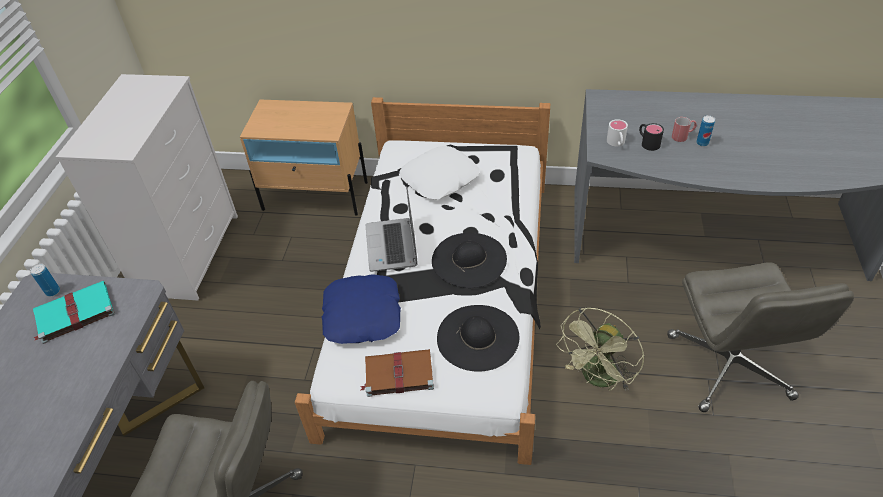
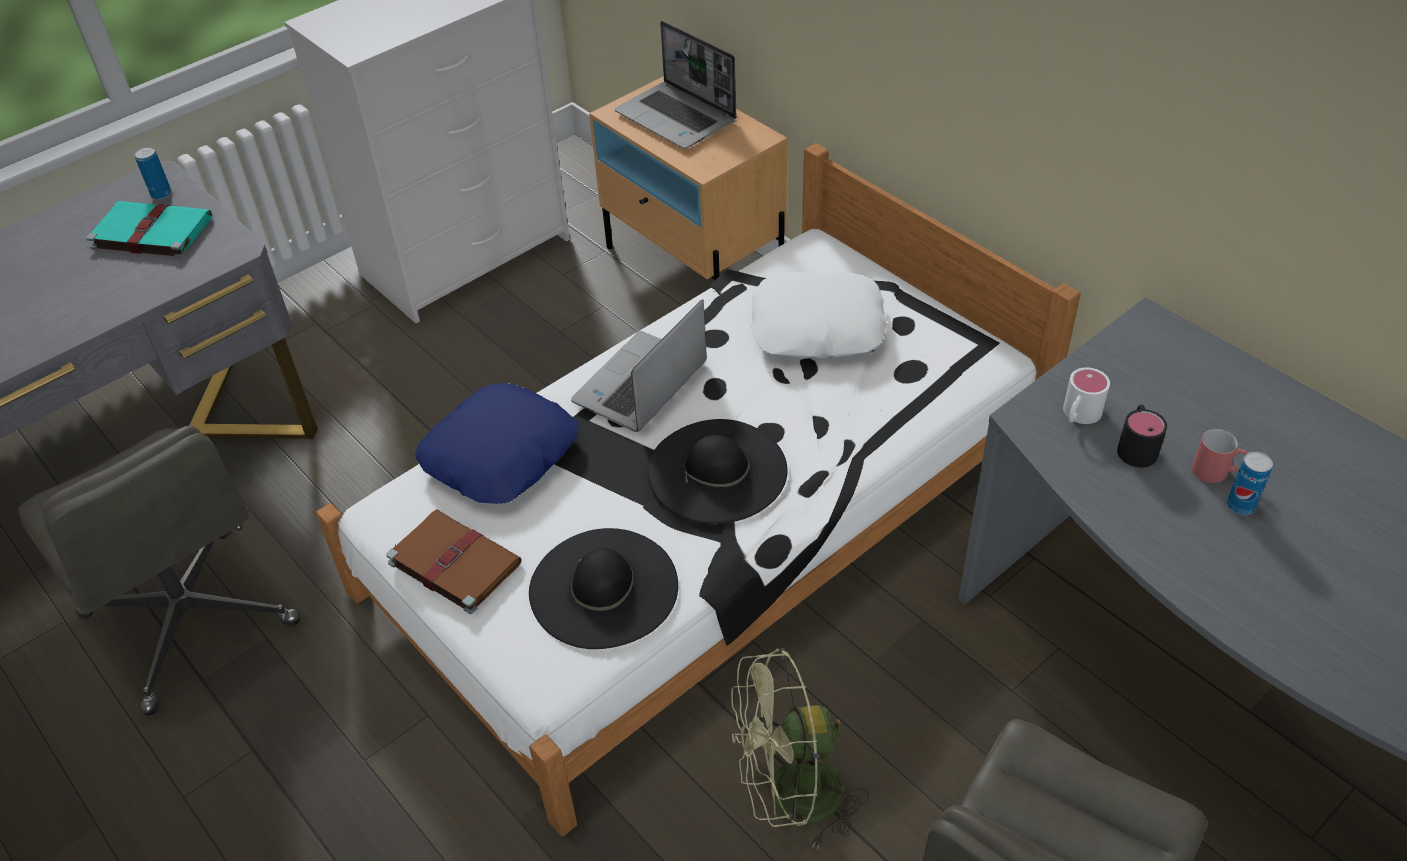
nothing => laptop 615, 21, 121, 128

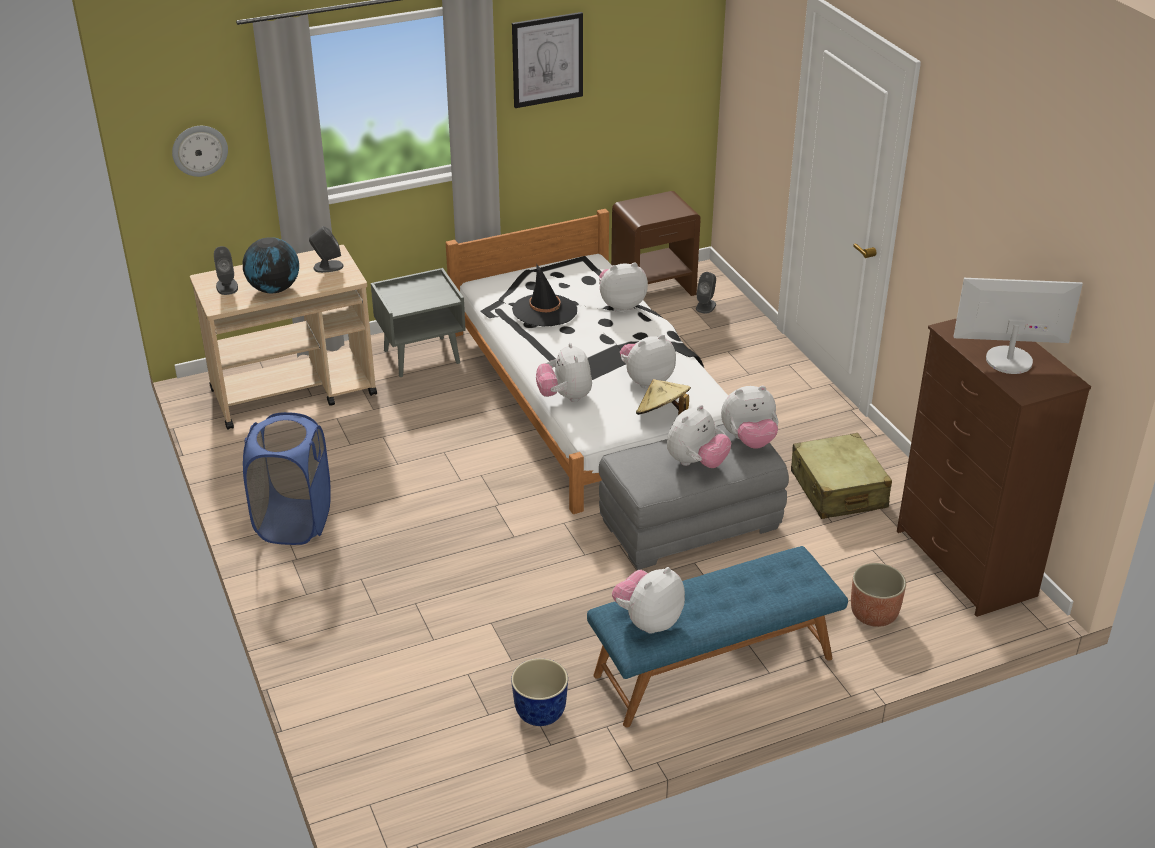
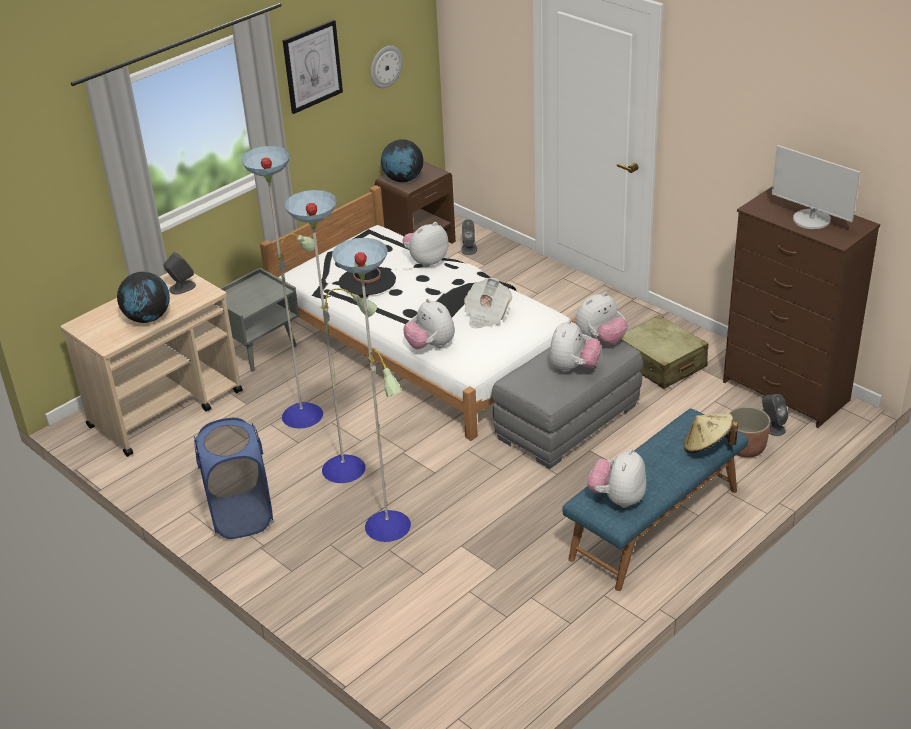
planter 511, 658, 57, 68 => nothing
nothing => floor lamp 241, 146, 170, 396
nothing => globe 381, 139, 42, 43
wall clock 172, 126, 56, 51 => wall clock 371, 46, 32, 42, shifted
grey speaker 214, 246, 24, 49 => grey speaker 762, 394, 26, 42, shifted
beige hat 636, 379, 55, 36 => beige hat 684, 413, 54, 40, shifted
plush toy 620, 335, 56, 53 => newspaper 464, 278, 48, 50
monitor 953, 278, 130, 96 => monitor 772, 145, 88, 84, 120 degrees counterclockwise

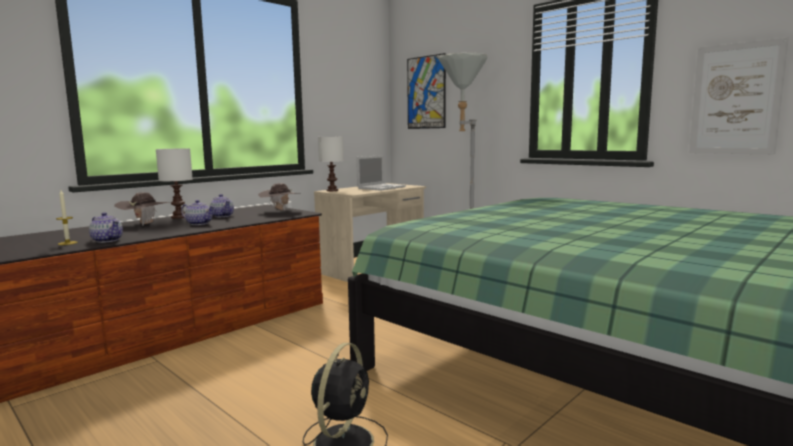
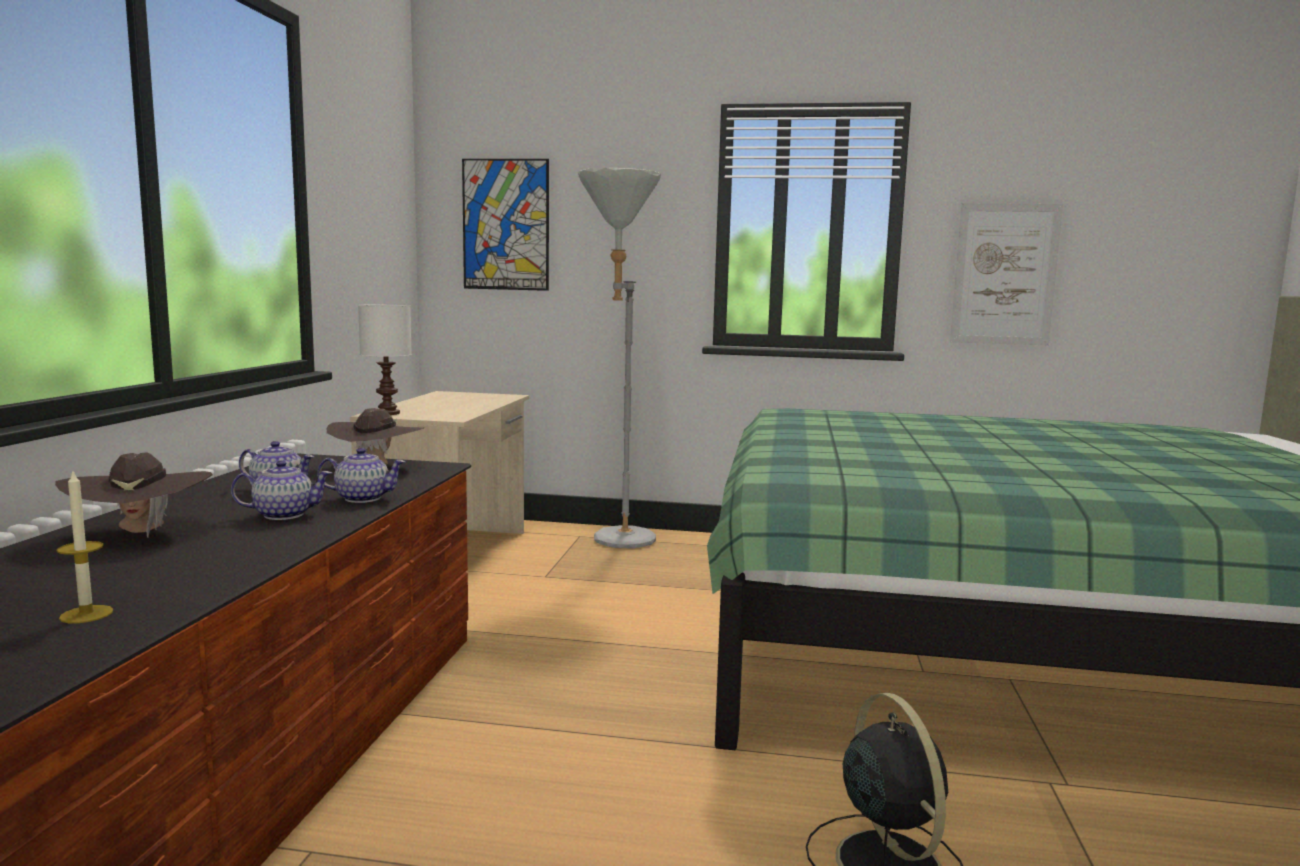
white table lamp 156, 148, 37, 71 => nothing
laptop 356, 155, 50, 36 => nothing
teapot 89, 212, 34, 31 => teapot 317, 448, 89, 55, shifted

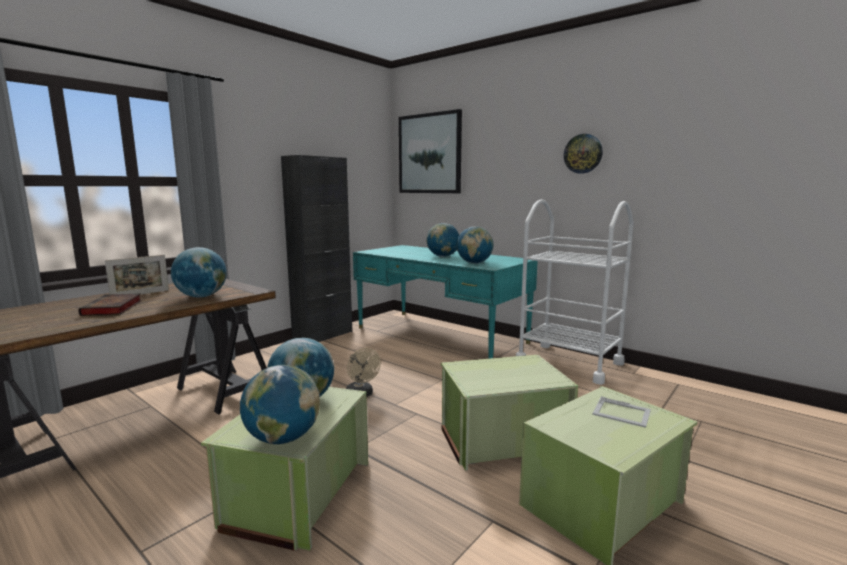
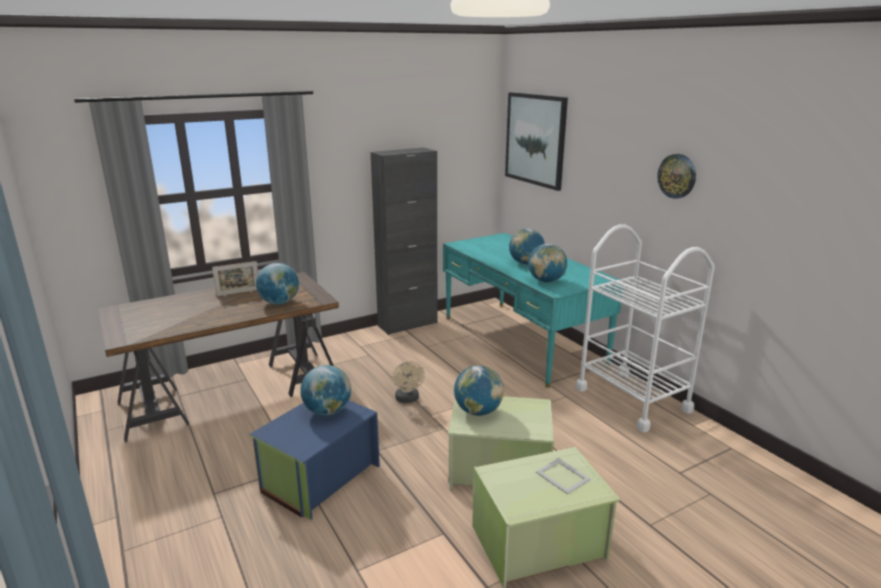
book 78, 294, 64, 22 => nothing
globe 240, 365, 80, 79 => globe 454, 365, 50, 51, shifted
green storage box 201, 387, 167, 164 => blue storage box 249, 400, 131, 120

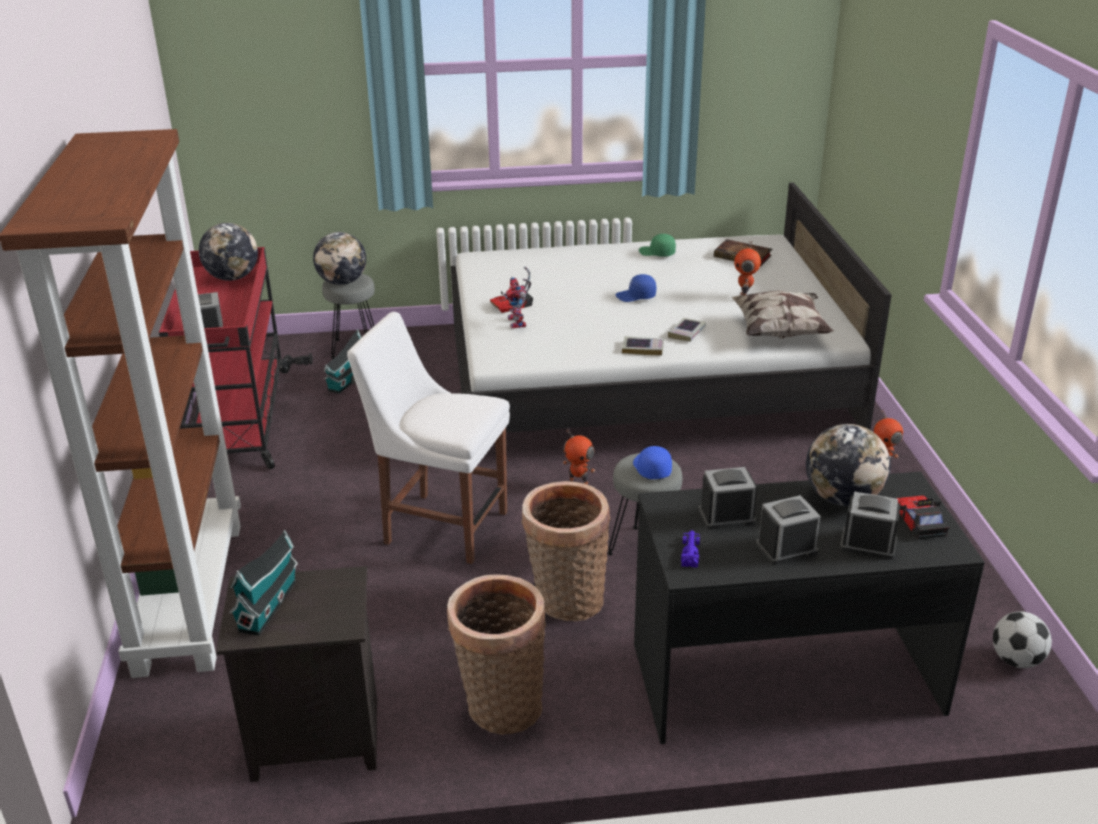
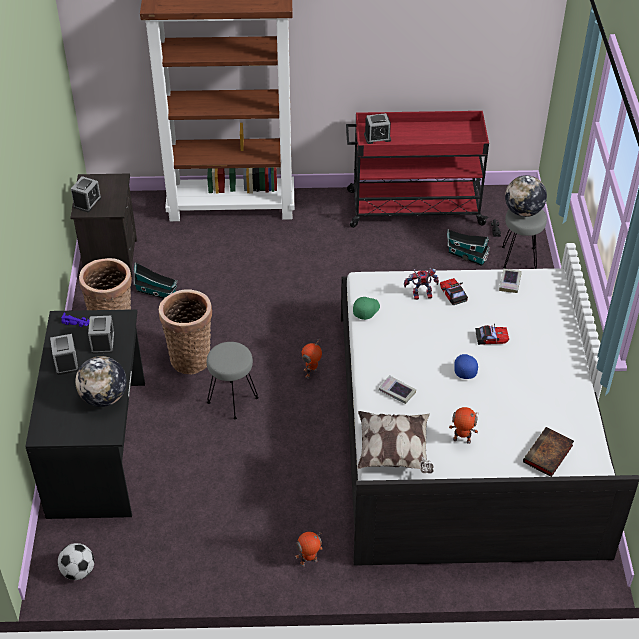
globe 199, 223, 59, 58 => nothing
white chair 347, 312, 163, 252 => nothing
blue cap 633, 446, 39, 33 => nothing
toy house 229, 530, 69, 106 => toy house 133, 262, 45, 37, shifted
book 622, 336, 42, 20 => book 499, 269, 23, 24, shifted
green cap 639, 234, 37, 23 => green cap 353, 297, 27, 23, shifted
alarm clock 840, 491, 60, 69 => alarm clock 71, 176, 30, 36, shifted
toy car 896, 495, 53, 44 => toy car 475, 324, 34, 21, shifted

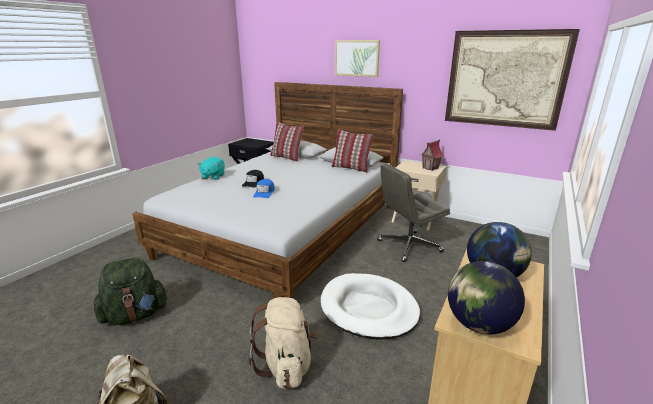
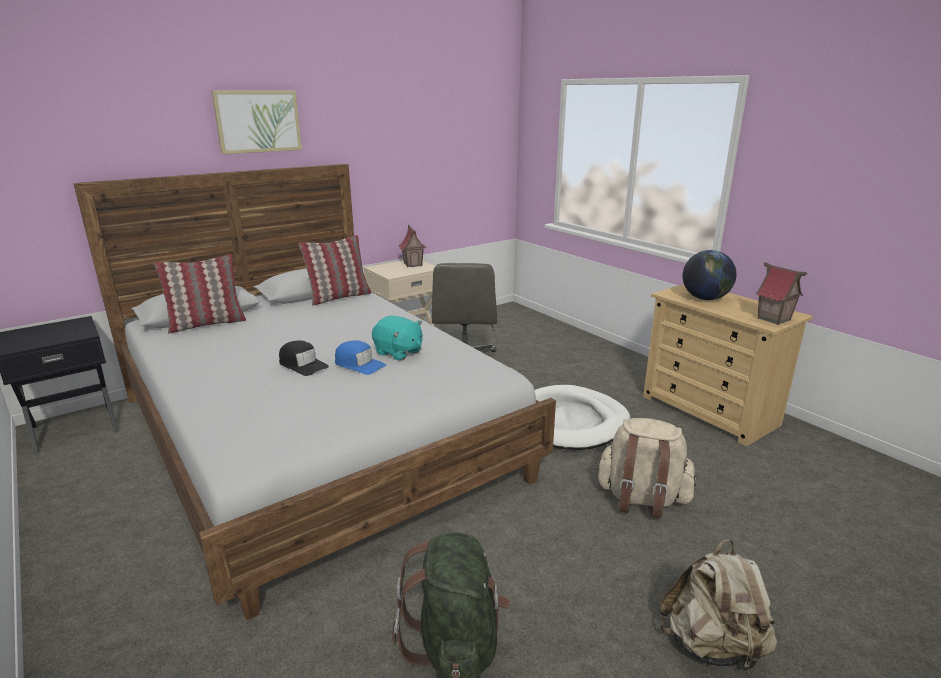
picture 445, 29, 135, 102 => nothing
turquoise plush toy 197, 157, 28, 23 => turquoise plush toy 372, 316, 51, 45, shifted
globe 448, 261, 77, 73 => toy house 756, 262, 51, 63

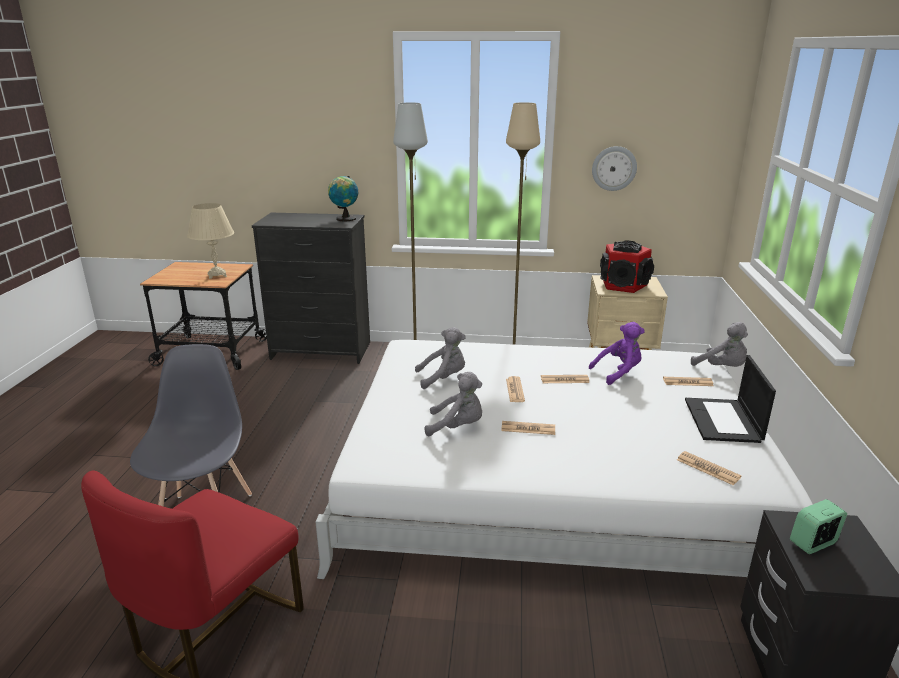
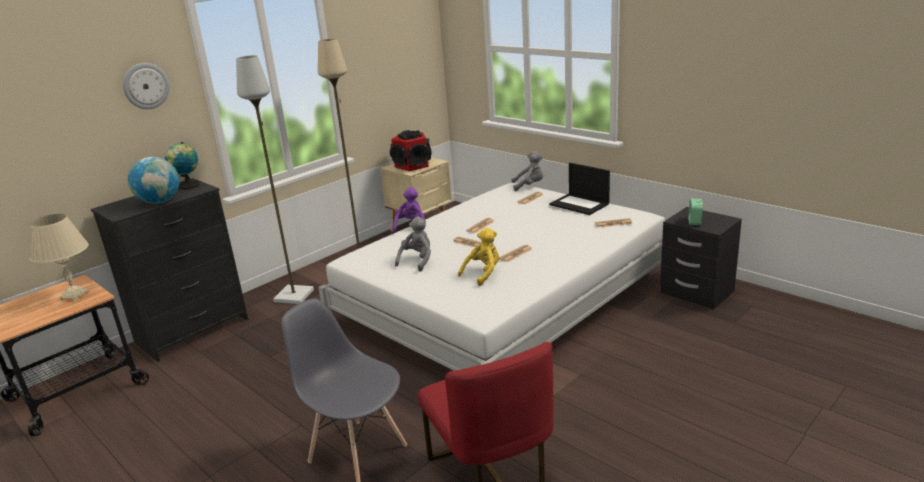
nothing => globe 128, 157, 51, 47
purple plush toy 589, 322, 56, 63 => purple plush toy 392, 187, 33, 46, shifted
wall clock 592, 146, 45, 45 => wall clock 123, 63, 47, 46, shifted
grey plush toy 425, 372, 57, 64 => yellow plush toy 458, 228, 41, 58

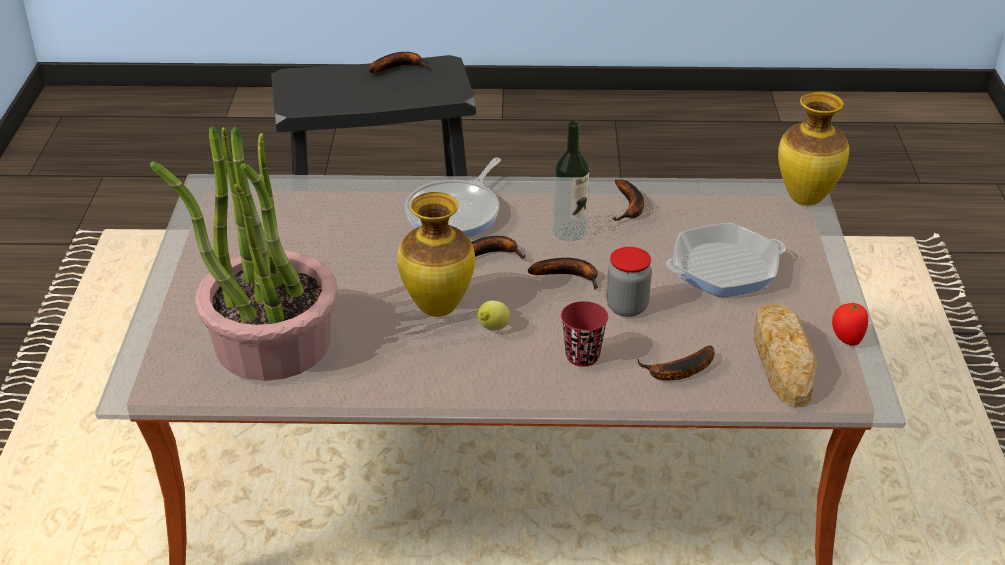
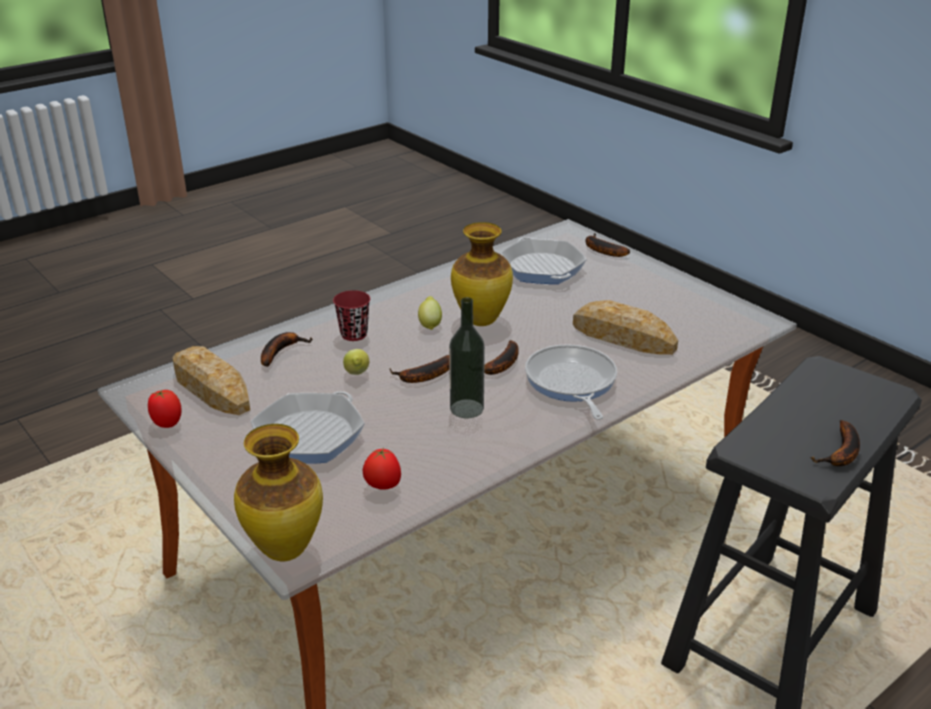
nothing => tomato 363, 448, 38, 42
nothing => bread 573, 300, 105, 55
banana 612, 179, 32, 42 => banana 586, 233, 44, 24, shifted
potted plant 150, 126, 188, 255 => frying pan 500, 237, 87, 47
jar 607, 247, 45, 70 => lemon 343, 349, 26, 26

